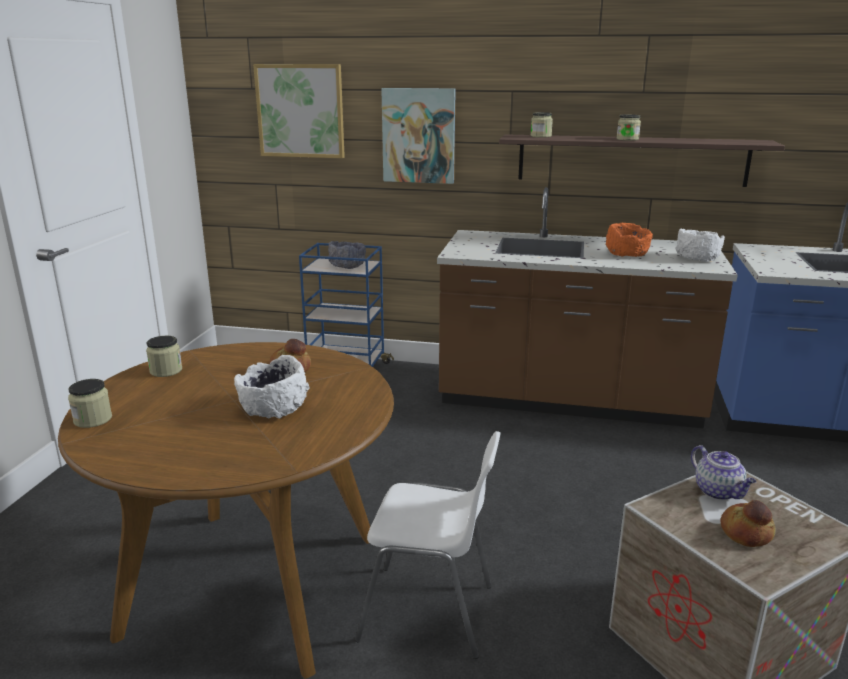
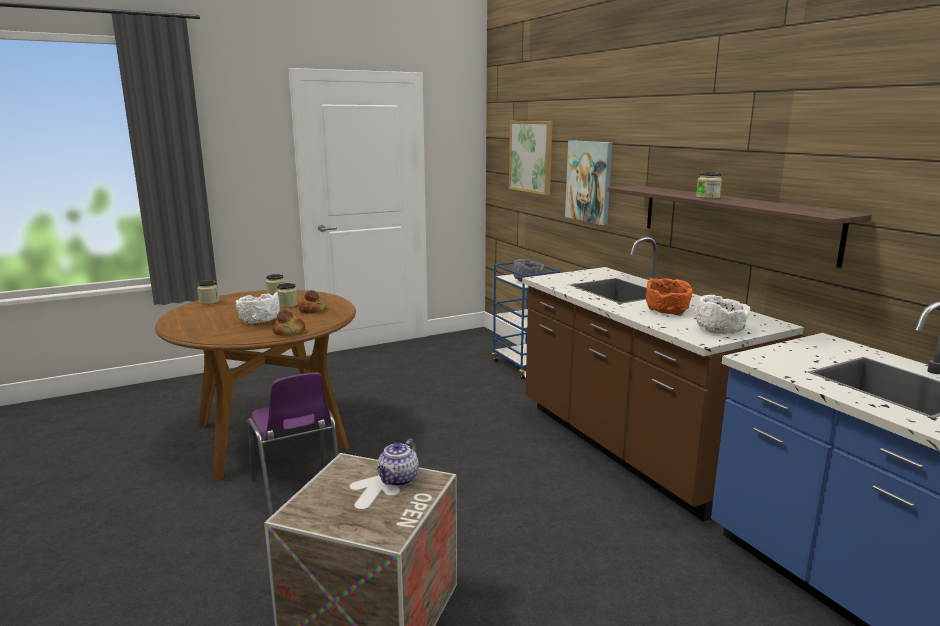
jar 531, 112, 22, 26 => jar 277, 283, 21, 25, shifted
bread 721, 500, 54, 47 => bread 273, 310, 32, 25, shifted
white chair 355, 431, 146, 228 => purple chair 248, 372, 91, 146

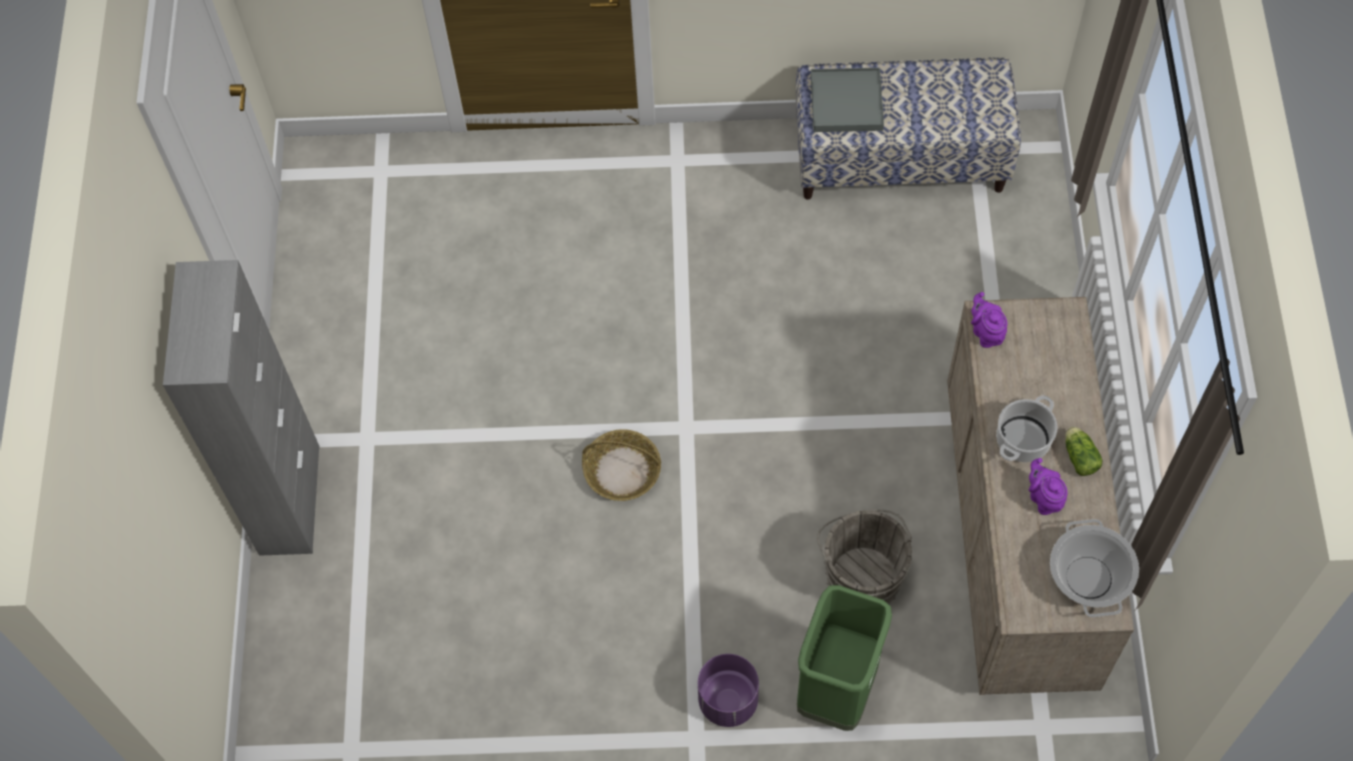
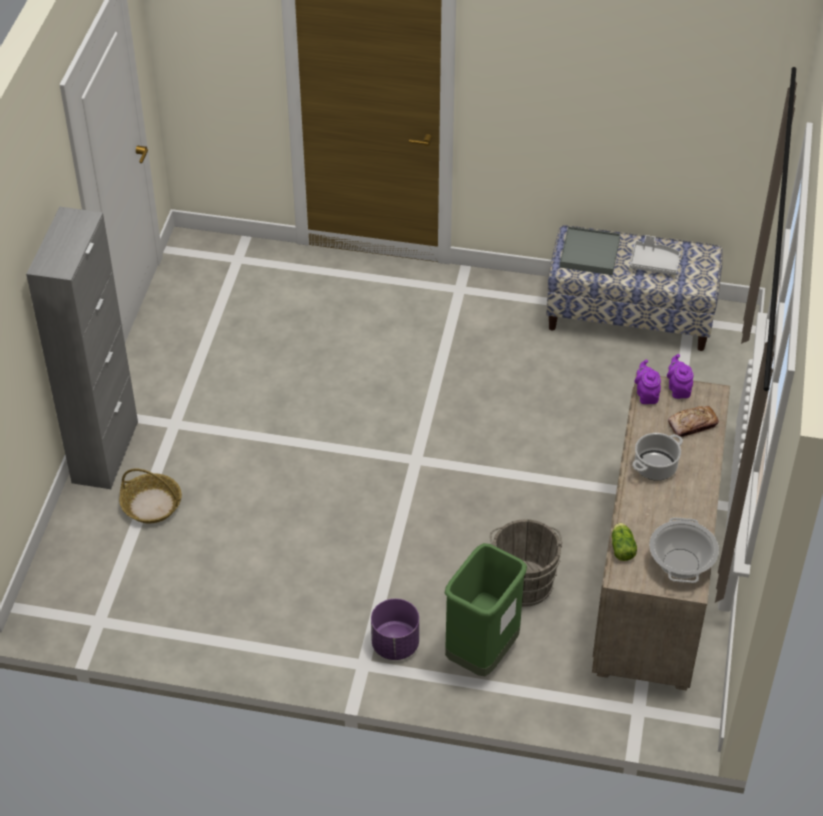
nothing => grey tray 630, 235, 50, 40
nothing => bread 668, 406, 51, 31
basket 582, 429, 79, 72 => basket 119, 469, 63, 54, shifted
purple teapot 1029, 458, 39, 57 => purple teapot 667, 354, 26, 45, shifted
lettuce 1065, 426, 38, 50 => lettuce 612, 523, 25, 38, shifted

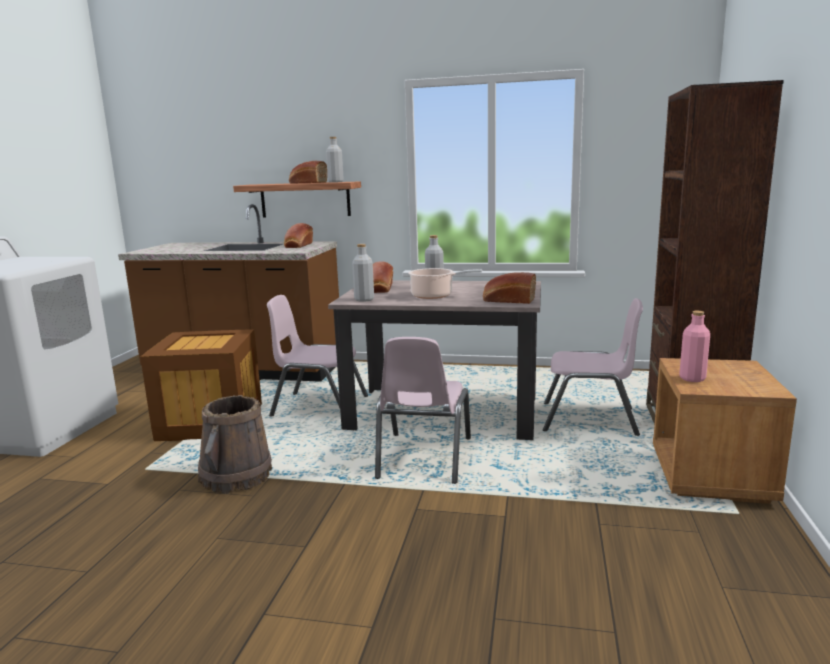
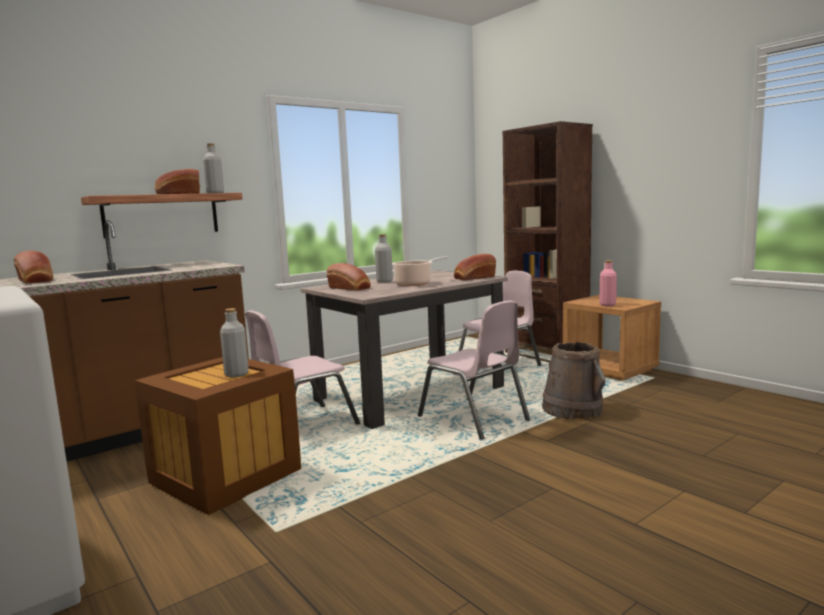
brown bucket 198, 395, 74, 99 => brown bucket 542, 342, 63, 77, shifted
bread 284, 223, 29, 25 => bread 14, 251, 39, 33, shifted
grey bottle 352, 244, 22, 58 => grey bottle 220, 308, 29, 69, shifted

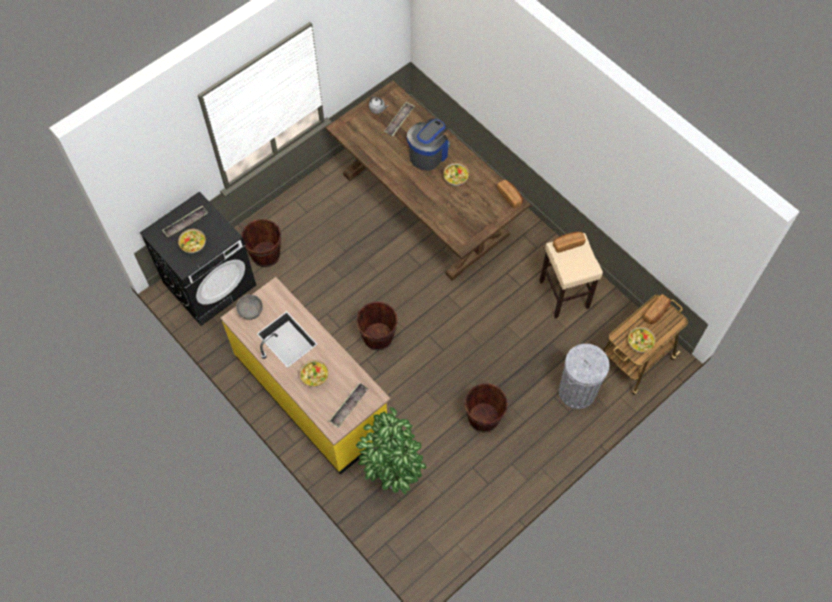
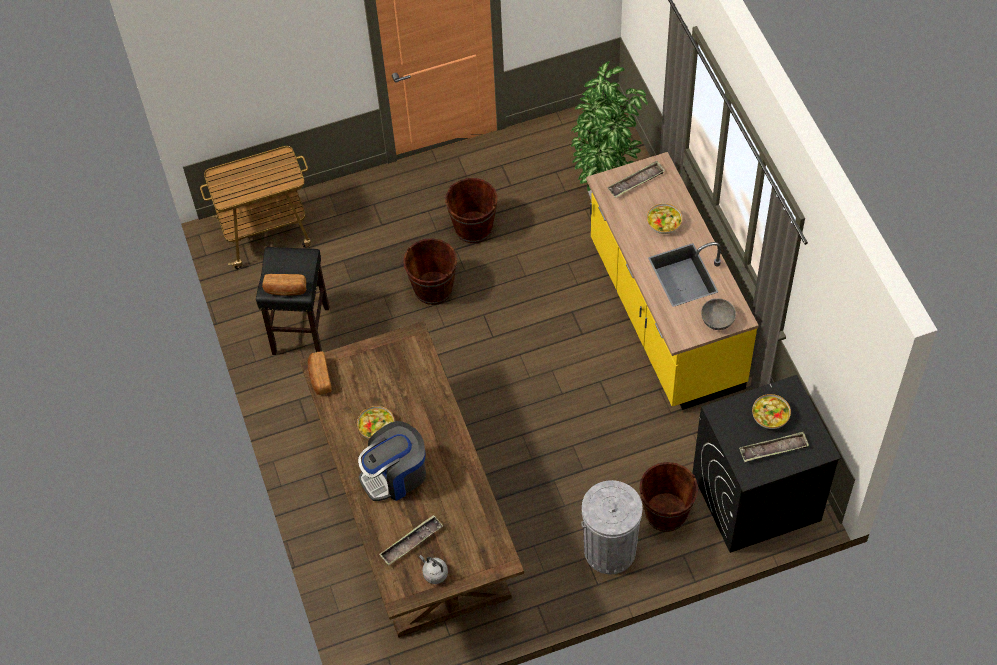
bowl 628, 327, 28, 26 => nothing
bread 643, 294, 28, 30 => nothing
brown bucket 356, 302, 42, 49 => brown bucket 403, 238, 54, 67, shifted
grey trash can 559, 344, 50, 65 => grey trash can 581, 480, 62, 94, shifted
beige stool 539, 233, 64, 85 => black stool 256, 247, 73, 108

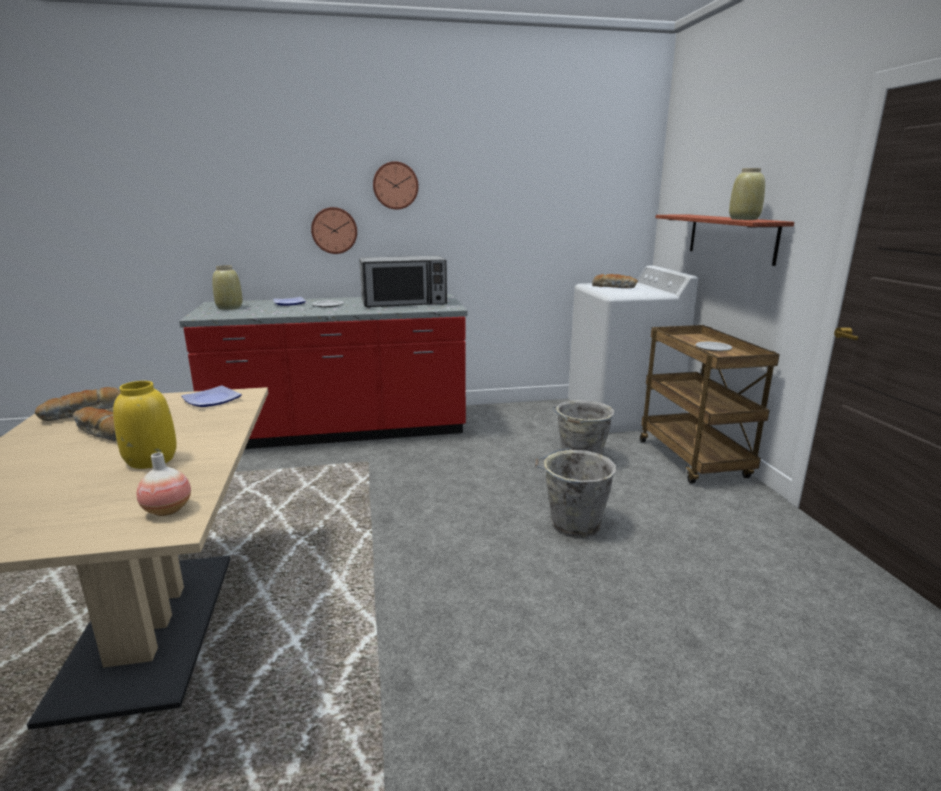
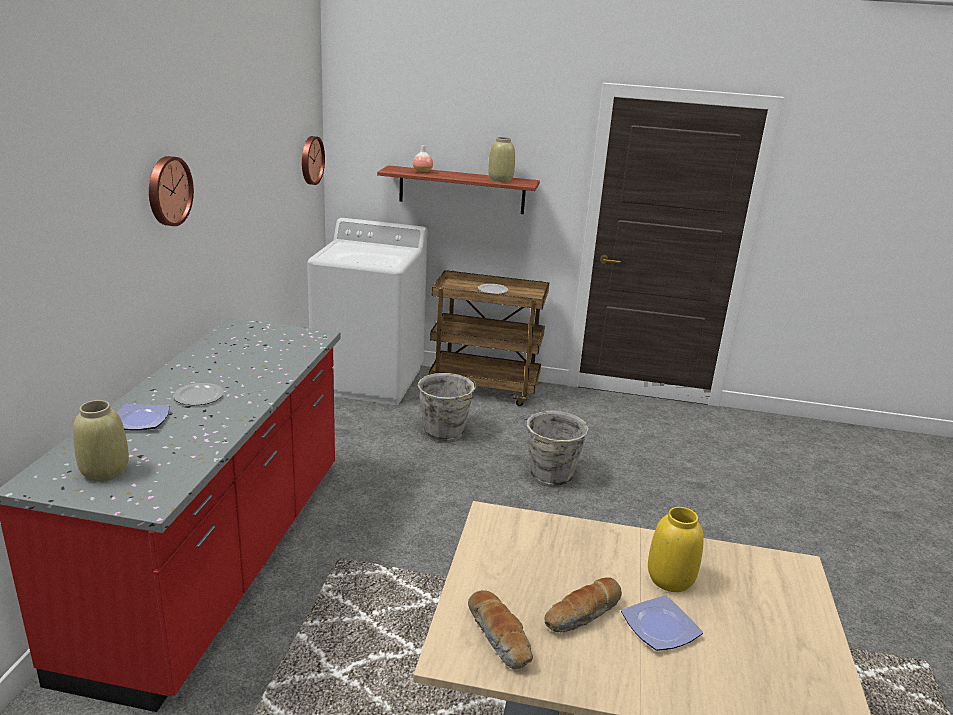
microwave 359, 256, 88, 52 => nothing
bread 592, 274, 46, 14 => nothing
vase 137, 452, 54, 64 => vase 413, 145, 20, 28, shifted
plate 181, 385, 61, 22 => plate 621, 595, 82, 56, shifted
wall clock 311, 207, 46, 47 => wall clock 302, 136, 23, 49, shifted

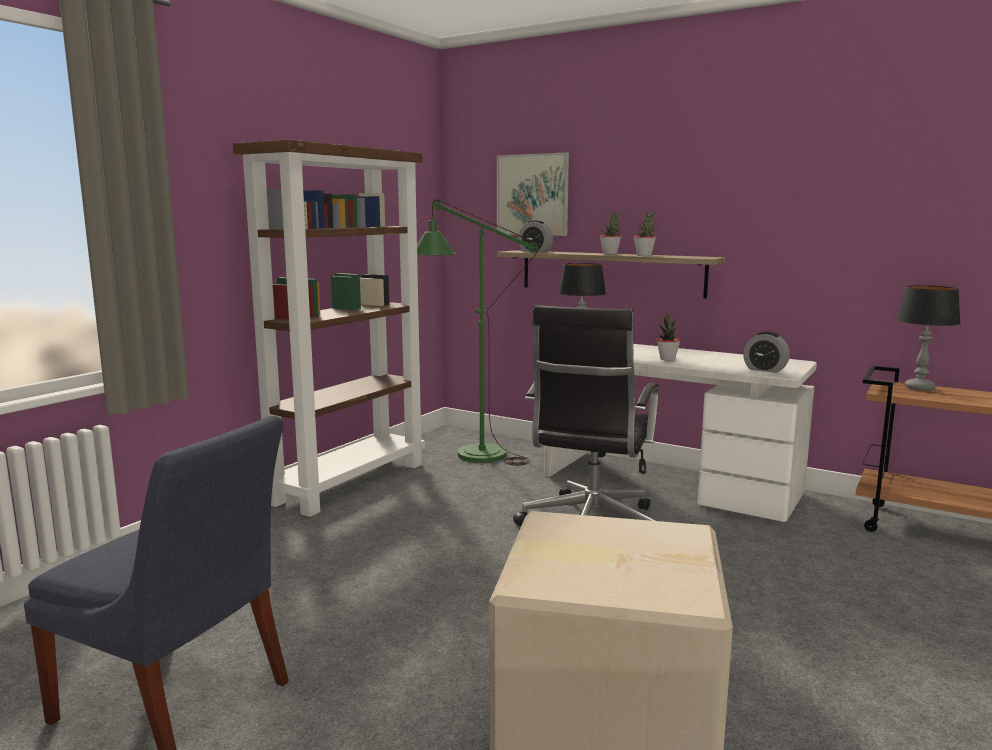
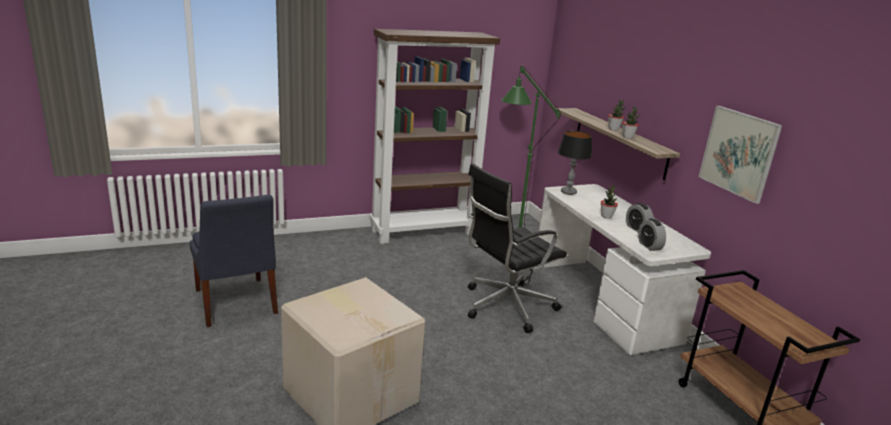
table lamp 896, 285, 65, 106 => nothing
picture 497, 152, 72, 84 => picture 699, 106, 83, 98, shifted
alarm clock 518, 220, 35, 33 => alarm clock 626, 203, 28, 29, shifted

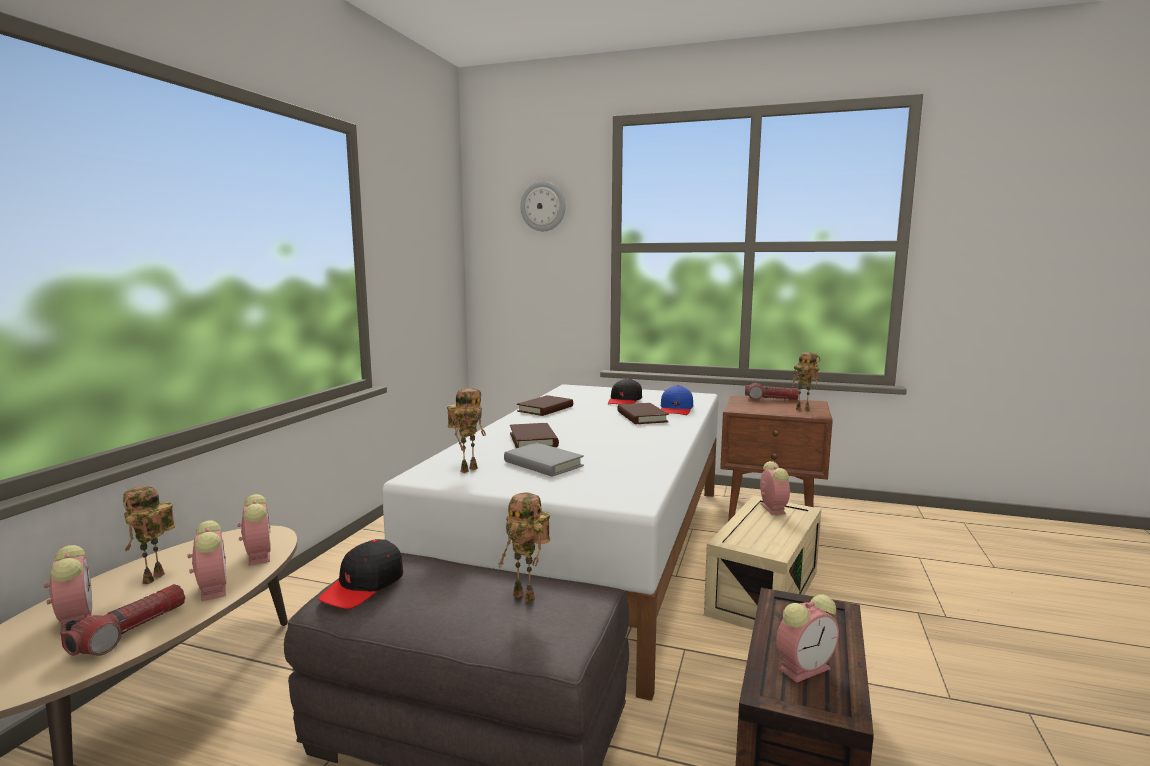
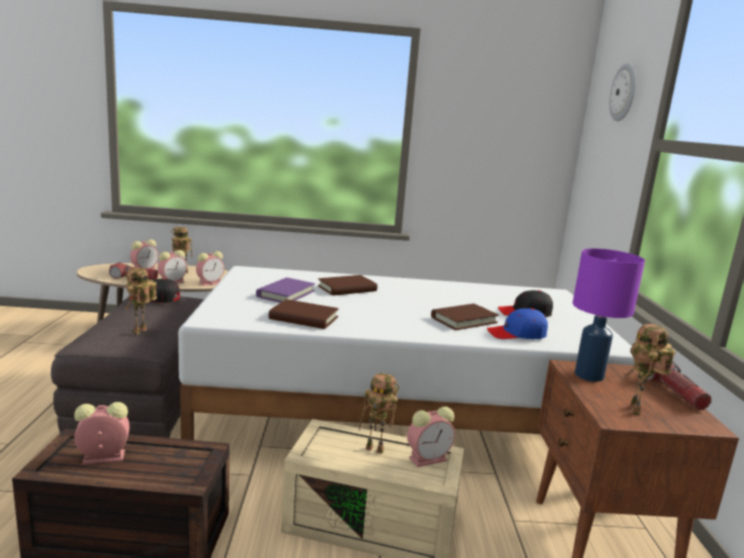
nothing => purple table lamp 573, 248, 72, 134
toy robot 447, 388, 39, 85 => toy robot 359, 373, 40, 81, shifted
brown book 517, 395, 56, 21 => brown book 269, 299, 70, 30, shifted
grey book 504, 443, 80, 34 => purple book 256, 278, 59, 25
alarm clock 776, 594, 63, 89 => alarm clock 74, 402, 56, 63, 120 degrees clockwise

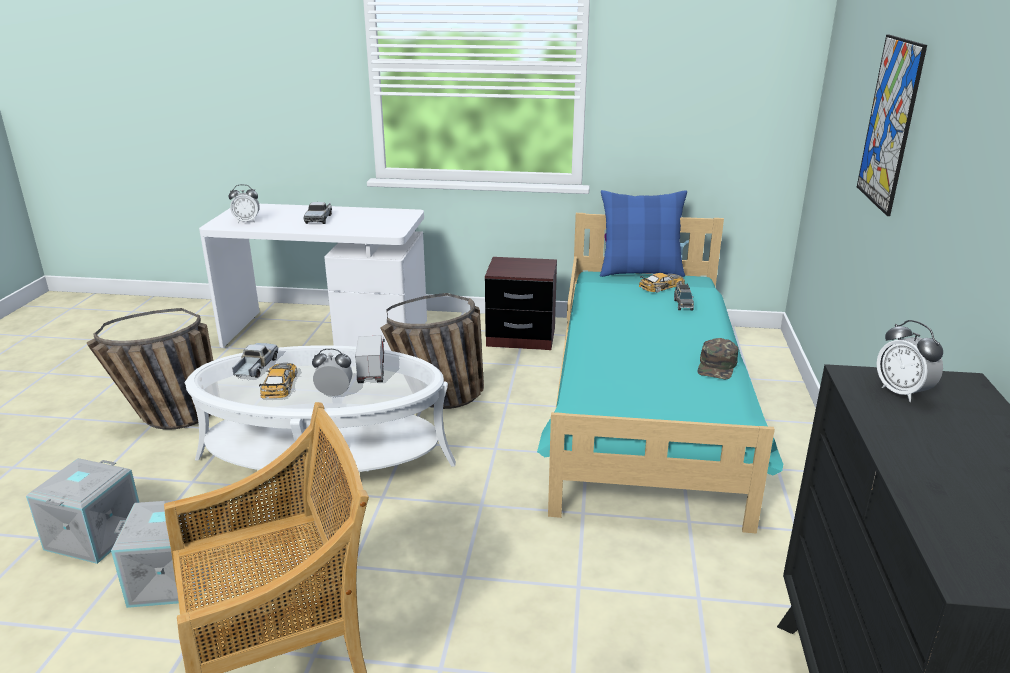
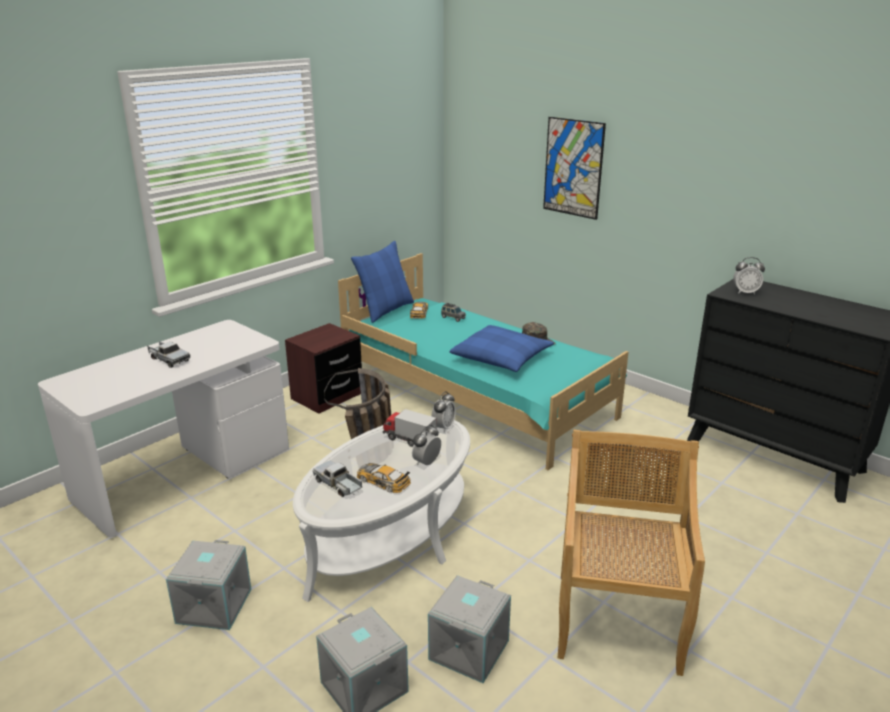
nothing => blue pillow 450, 325, 104, 47
alarm clock 228, 184, 32, 39 => alarm clock 431, 391, 25, 42, shifted
basket 86, 308, 127, 122 => grey storage box 166, 540, 85, 90

